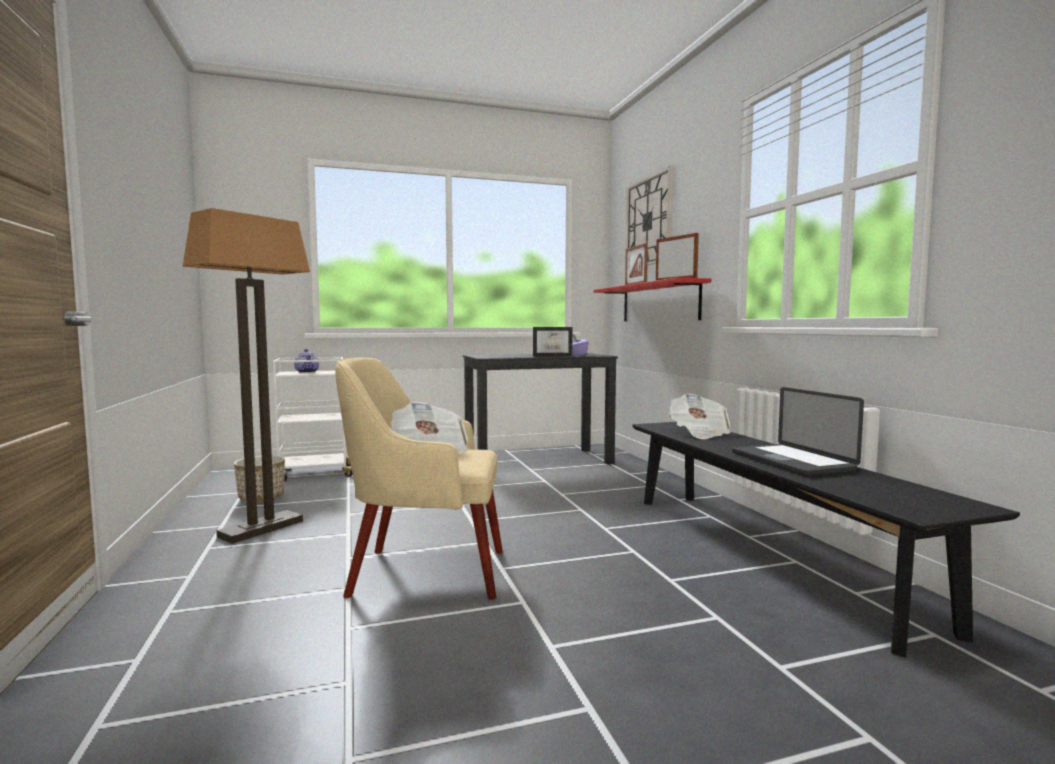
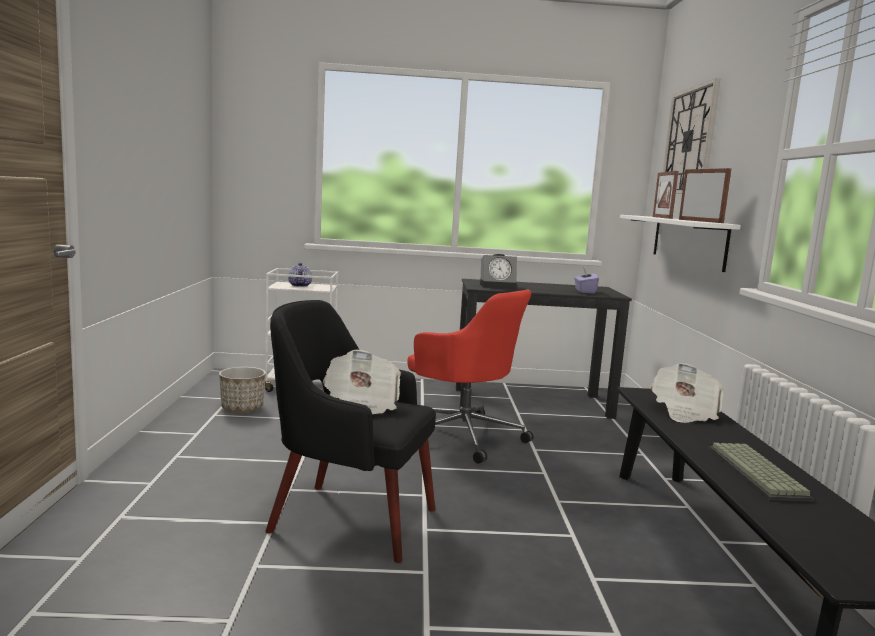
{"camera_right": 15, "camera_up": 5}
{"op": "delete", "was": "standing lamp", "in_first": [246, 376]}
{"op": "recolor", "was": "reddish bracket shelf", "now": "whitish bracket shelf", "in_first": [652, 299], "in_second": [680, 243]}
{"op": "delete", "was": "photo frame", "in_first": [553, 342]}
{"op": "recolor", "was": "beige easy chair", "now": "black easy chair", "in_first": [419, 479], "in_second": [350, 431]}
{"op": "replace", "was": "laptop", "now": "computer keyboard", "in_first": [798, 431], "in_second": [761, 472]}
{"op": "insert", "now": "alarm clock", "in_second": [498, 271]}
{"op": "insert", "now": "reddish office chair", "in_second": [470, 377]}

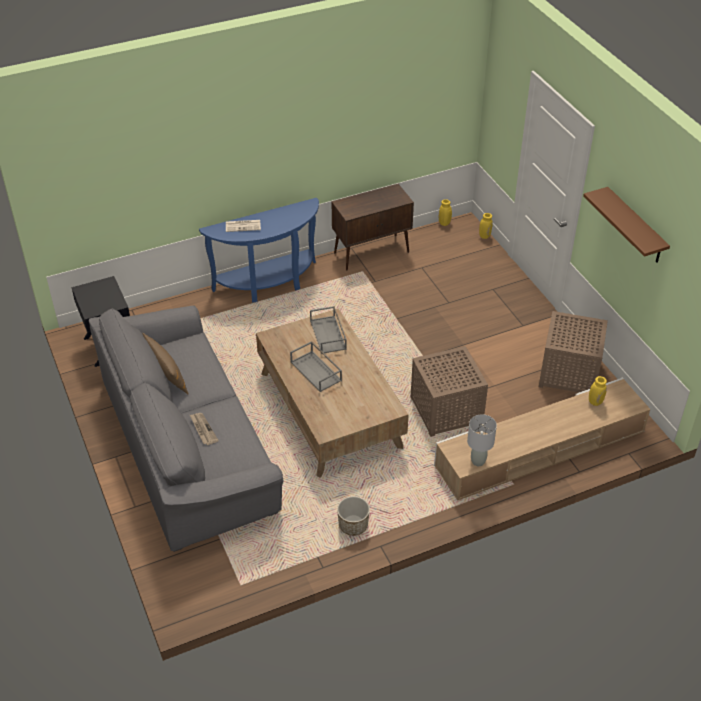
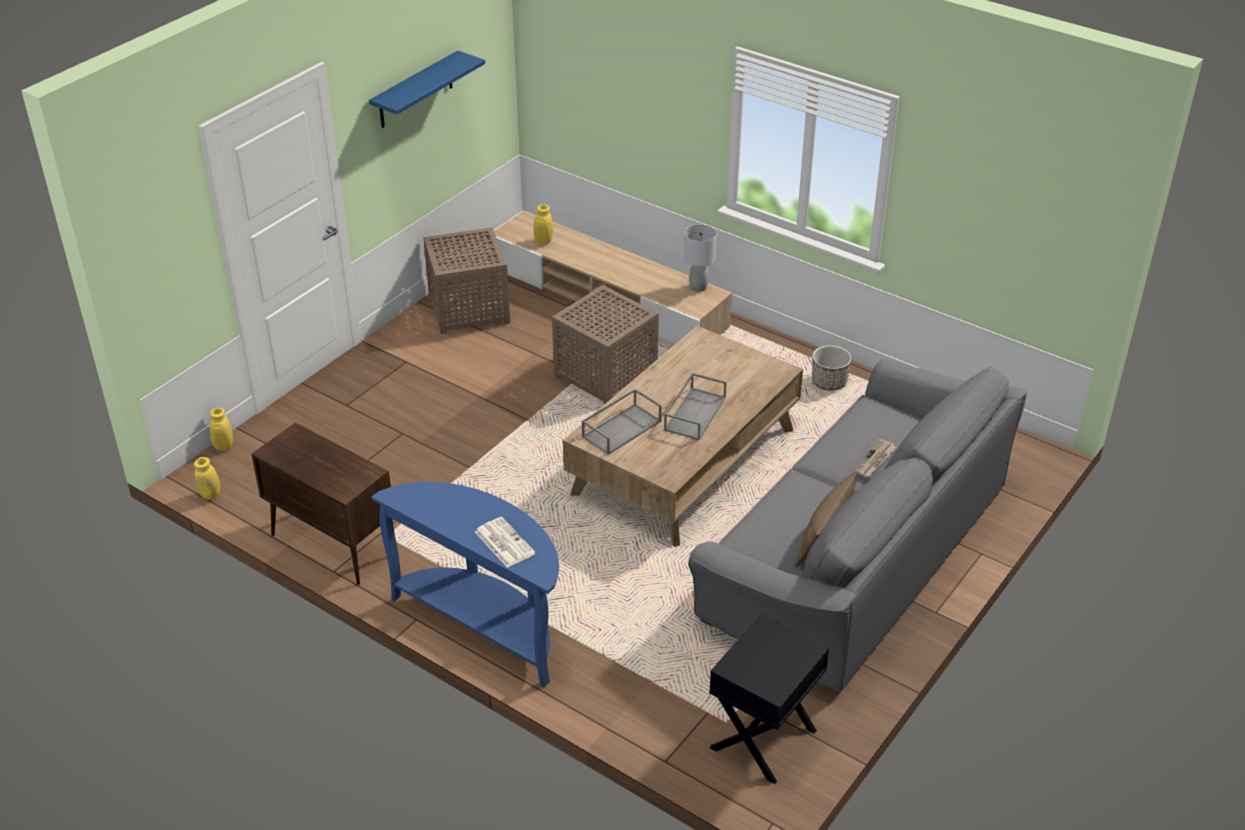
{"camera_right": -120, "camera_up": -5}
{"op": "recolor", "was": "brown-coloured bracket shelf", "now": "blue-coloured bracket shelf", "in_first": [626, 225], "in_second": [427, 89]}

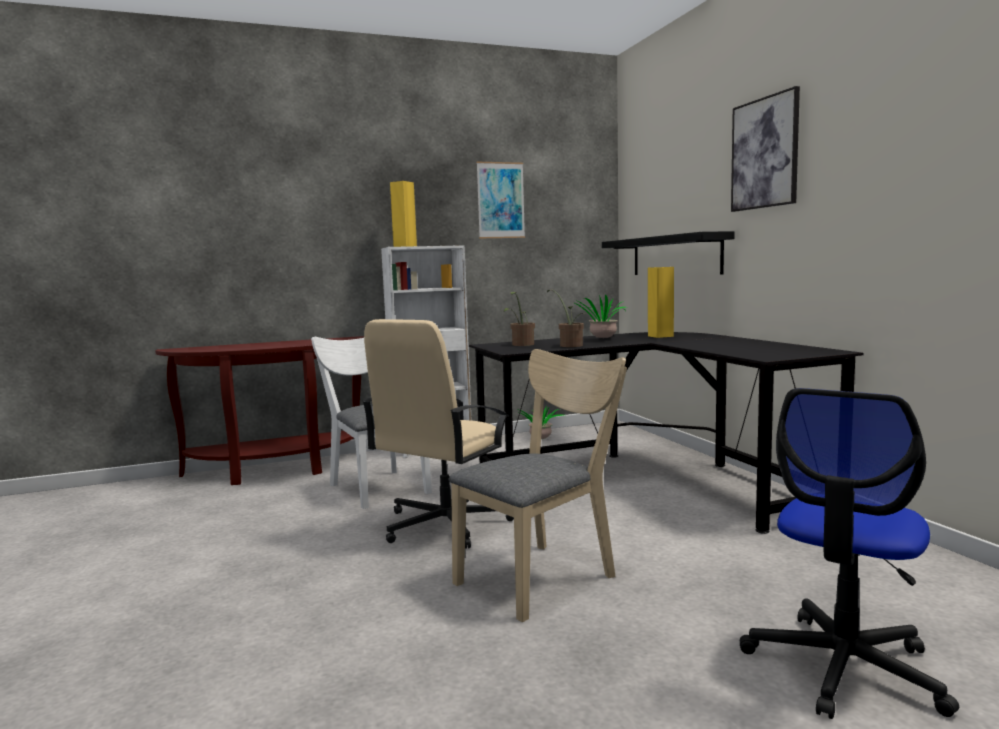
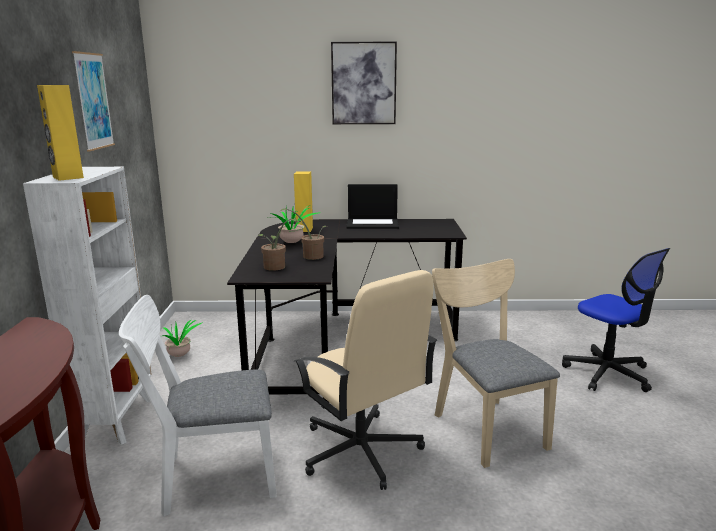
{"camera_right": -70, "camera_up": 10}
{"op": "delete", "was": "black bracket shelf", "in_first": [668, 253]}
{"op": "insert", "now": "laptop", "in_second": [372, 206]}

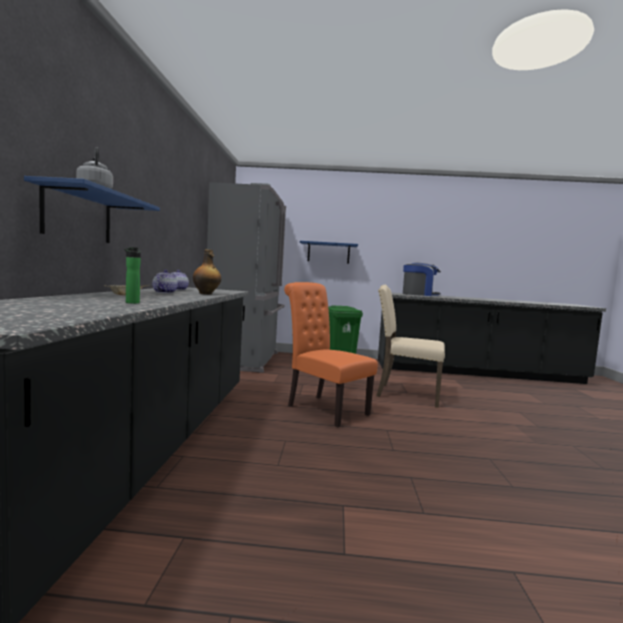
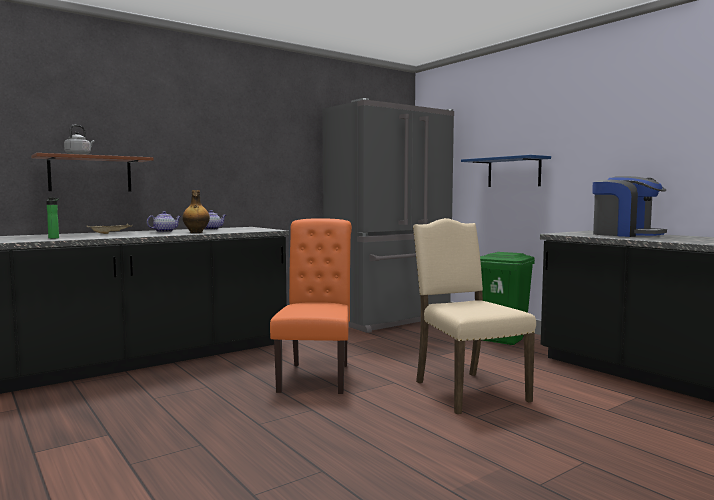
{"camera_right": 50, "camera_up": 0}
{"op": "recolor", "was": "blue-coloured bracket shelf", "now": "brown-coloured bracket shelf", "in_first": [92, 209], "in_second": [92, 172]}

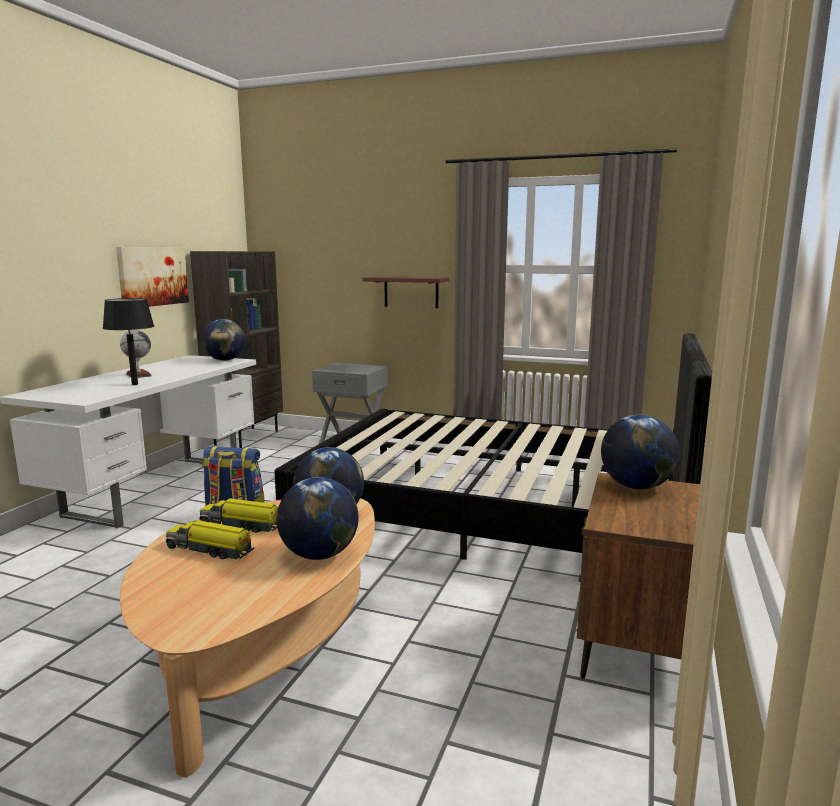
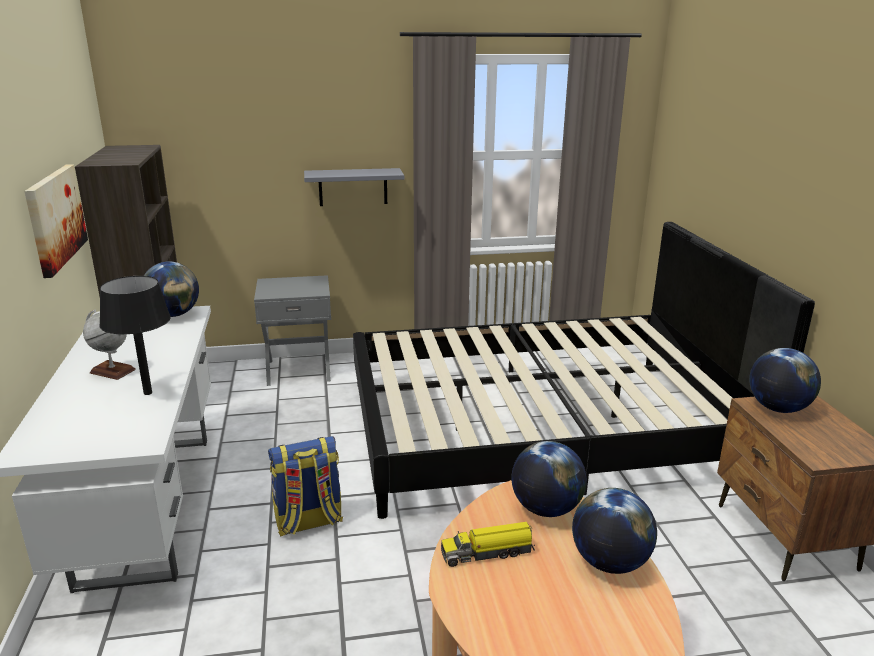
{"camera_right": -30, "camera_up": 10}
{"op": "recolor", "was": "brown-coloured bracket shelf", "now": "grey bracket shelf", "in_first": [406, 292], "in_second": [354, 187]}
{"op": "delete", "was": "toy truck", "in_first": [210, 539]}

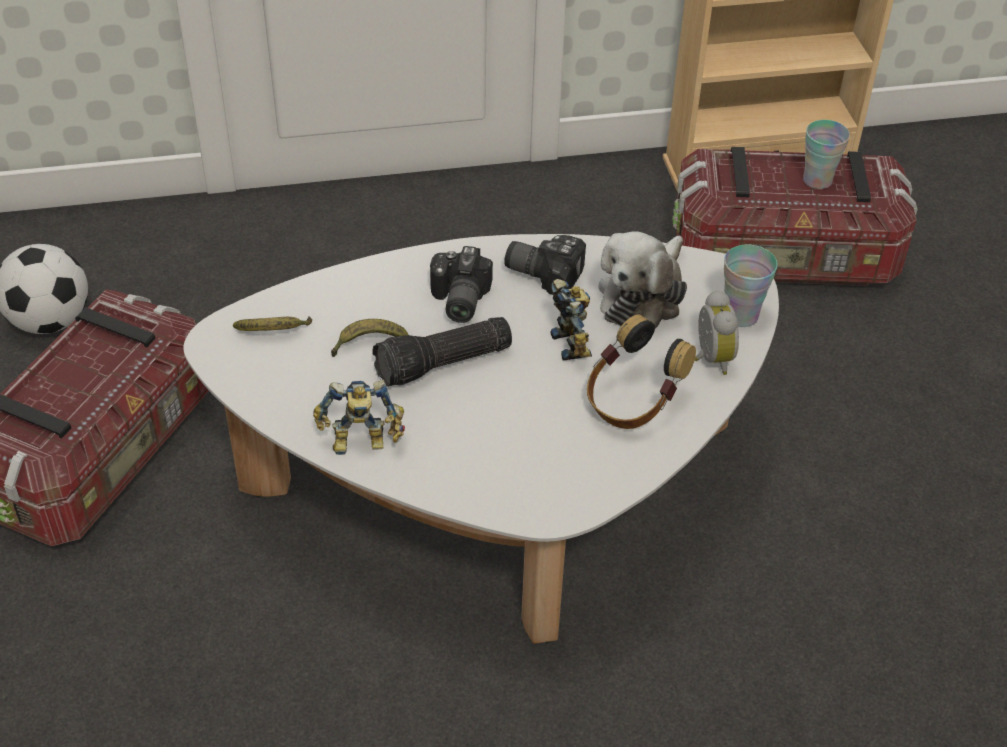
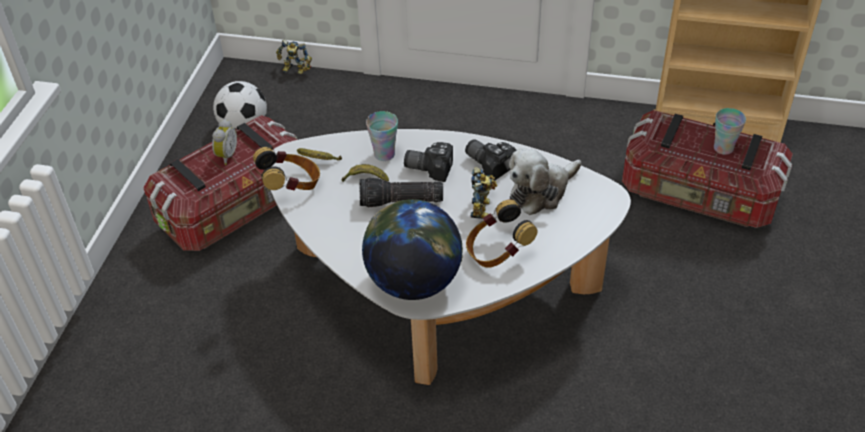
{"camera_right": 25, "camera_up": 0}
{"op": "move", "was": "small cup", "in_first": [751, 286], "in_second": [382, 136]}
{"op": "rotate", "was": "photo camera", "in_first": [461, 284], "in_second": [428, 162], "clockwise": 75}
{"op": "move", "was": "alarm clock", "in_first": [717, 332], "in_second": [224, 142]}
{"op": "move", "was": "model robot", "in_first": [359, 417], "in_second": [294, 57]}
{"op": "insert", "now": "pair of headphones", "in_second": [286, 169]}
{"op": "insert", "now": "desk globe", "in_second": [412, 249]}

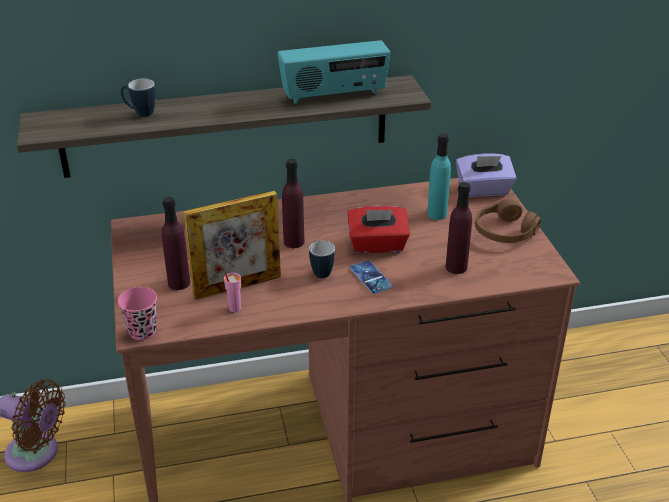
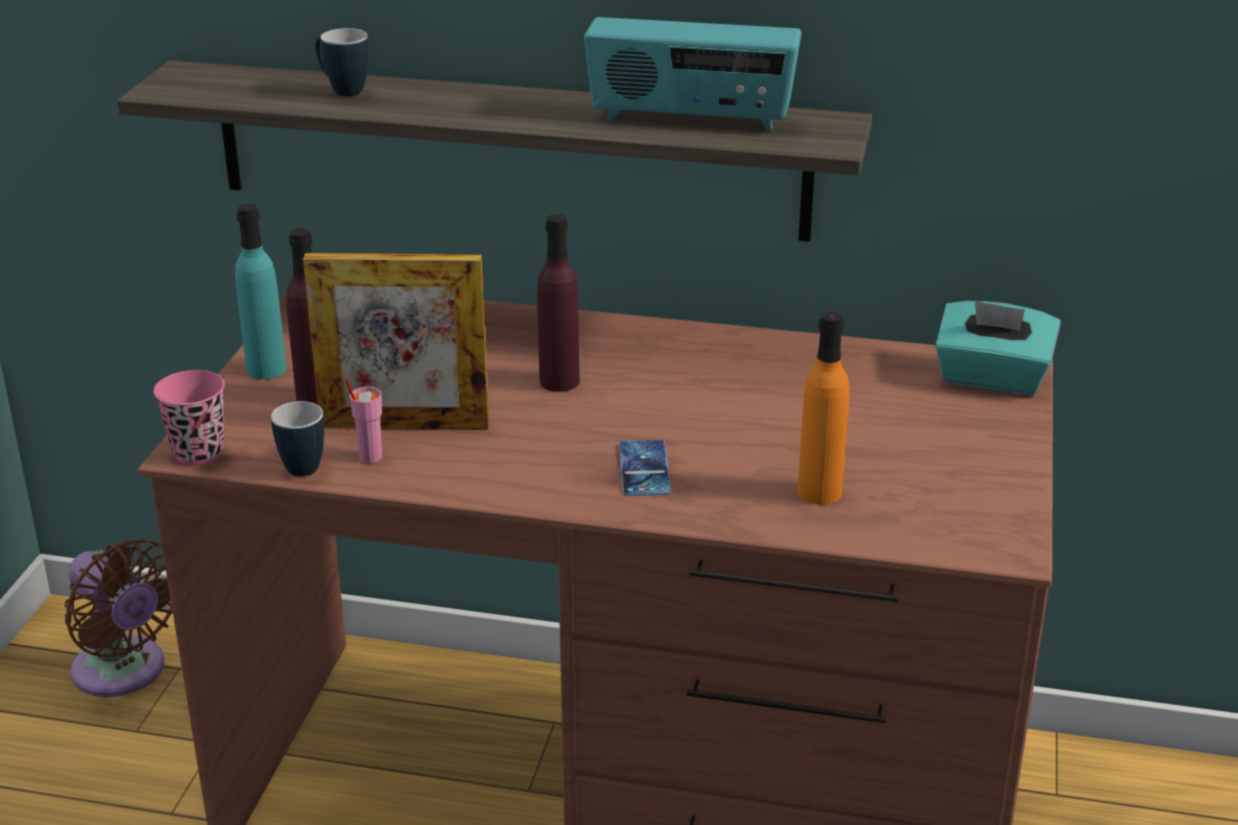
{"camera_right": 25, "camera_up": -5}
{"op": "move", "was": "blue-green bottle", "in_first": [439, 176], "in_second": [260, 292]}
{"op": "recolor", "was": "purplish box of tissues", "now": "blue-green box of tissues", "in_first": [486, 175], "in_second": [997, 347]}
{"op": "recolor", "was": "purplish bottle", "now": "orange bottle", "in_first": [459, 228], "in_second": [823, 408]}
{"op": "delete", "was": "brown-coloured pair of headphones", "in_first": [508, 221]}
{"op": "delete", "was": "reddish box of tissues", "in_first": [378, 229]}
{"op": "move", "was": "tea mug", "in_first": [322, 259], "in_second": [297, 438]}

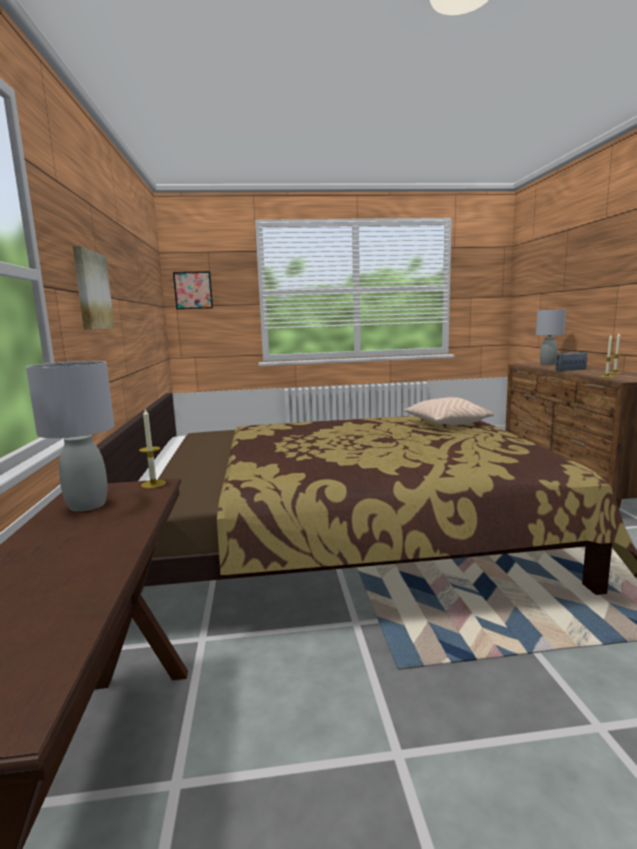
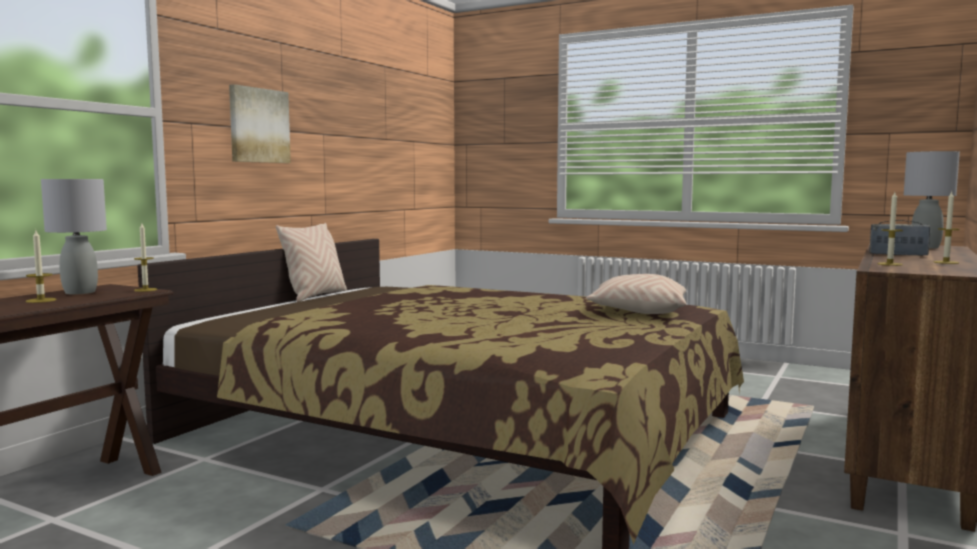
{"camera_right": 35, "camera_up": -5}
{"op": "delete", "was": "wall picture", "in_first": [193, 290]}
{"op": "insert", "now": "beige throw pillow", "in_second": [311, 262]}
{"op": "insert", "now": "wax light", "in_second": [41, 266]}

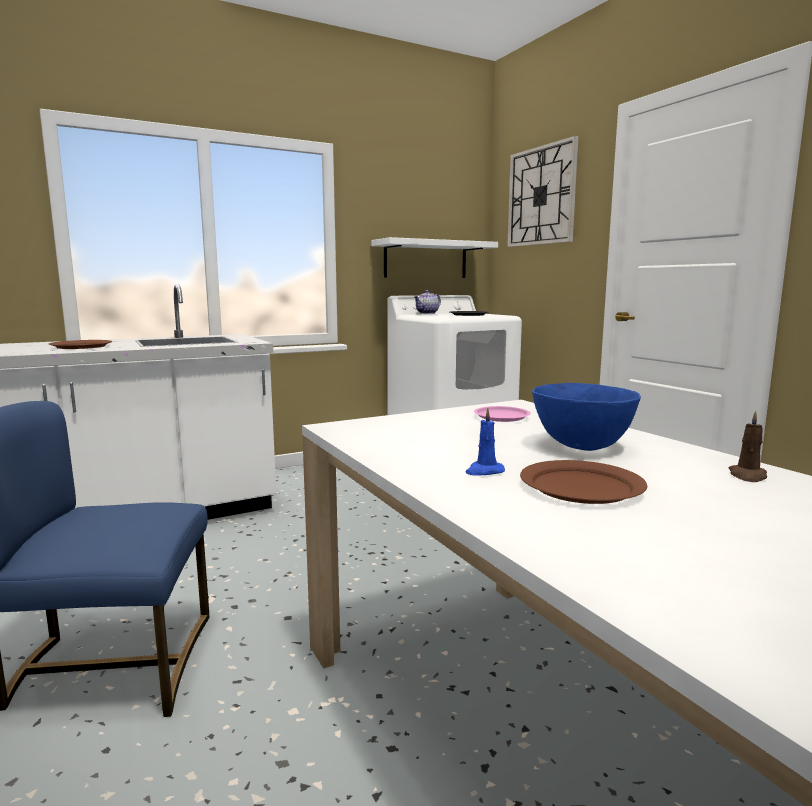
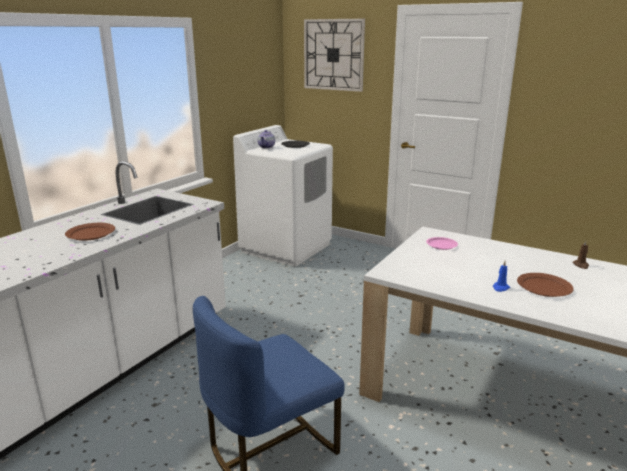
{"camera_right": -30, "camera_up": 10}
{"op": "delete", "was": "whitish bracket shelf", "in_first": [434, 257]}
{"op": "delete", "was": "blue-coloured serving bowl", "in_first": [586, 417]}

